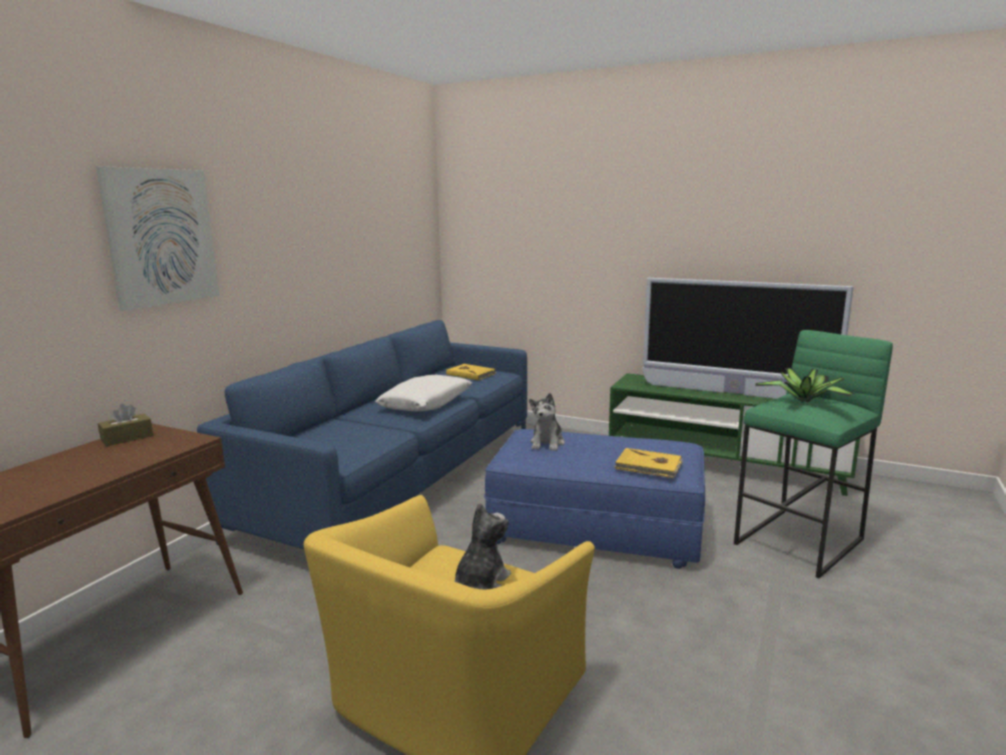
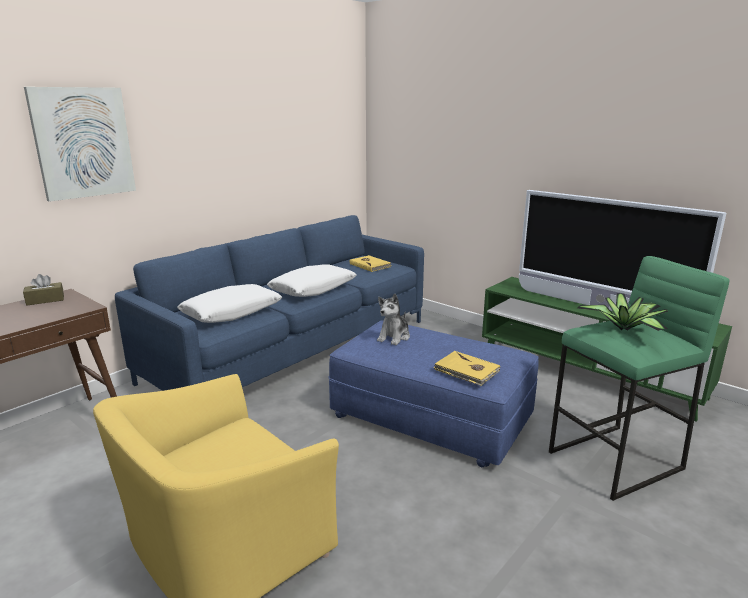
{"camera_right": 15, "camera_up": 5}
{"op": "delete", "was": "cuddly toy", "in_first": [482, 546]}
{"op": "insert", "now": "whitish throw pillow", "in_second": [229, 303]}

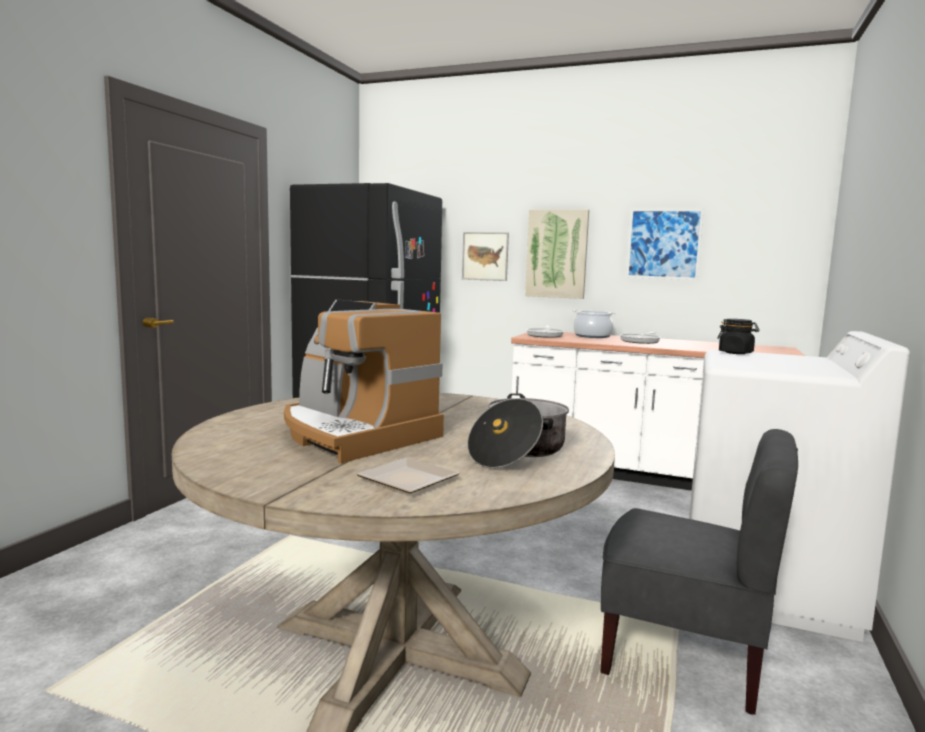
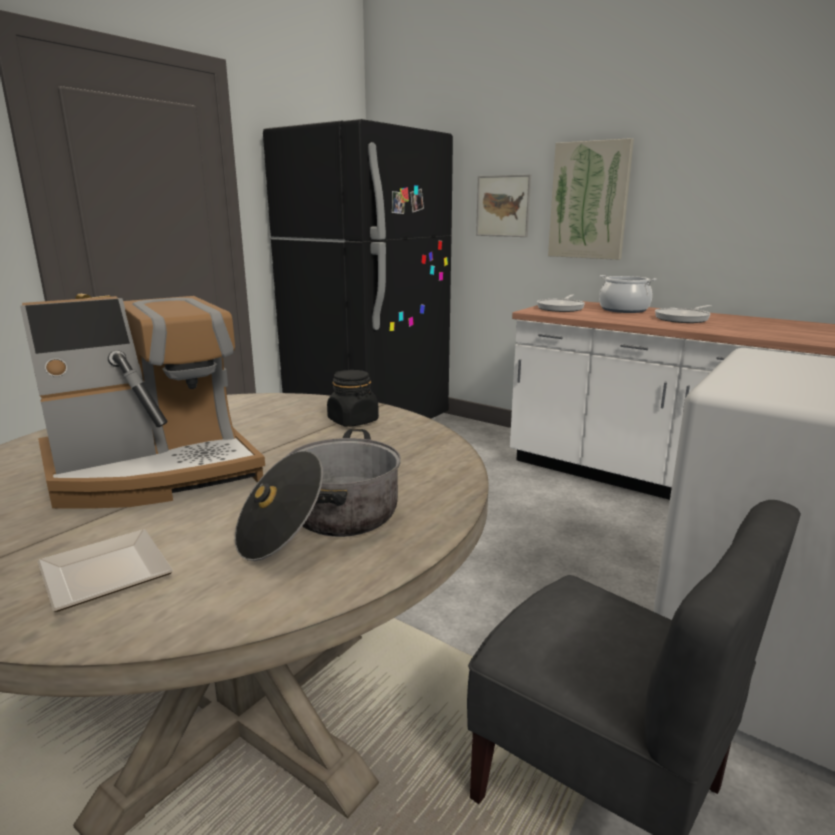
{"camera_right": 15, "camera_up": 10}
{"op": "delete", "was": "wall picture", "in_first": [665, 244]}
{"op": "rotate", "was": "coffee brewer", "in_first": [364, 381], "in_second": [142, 402], "clockwise": -90}
{"op": "move", "was": "black jar", "in_first": [739, 336], "in_second": [353, 398]}

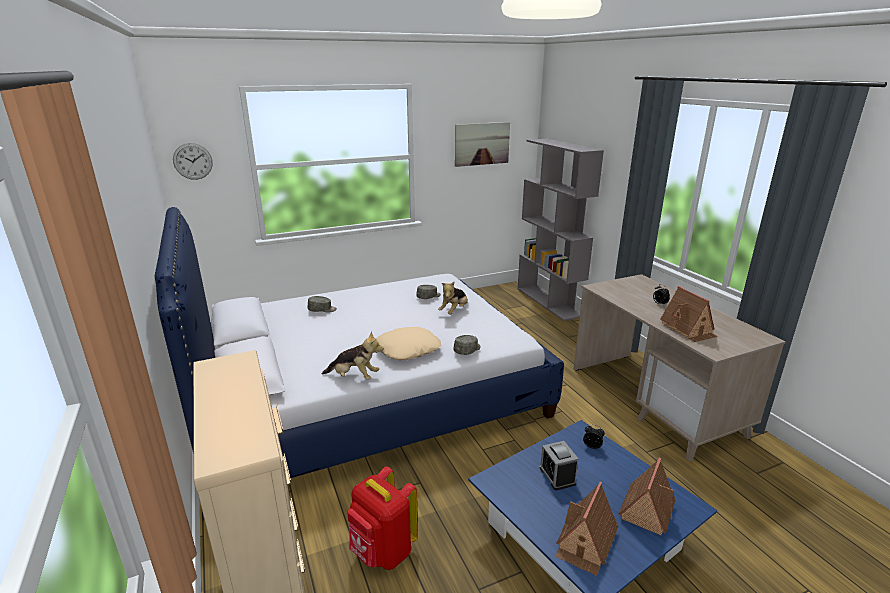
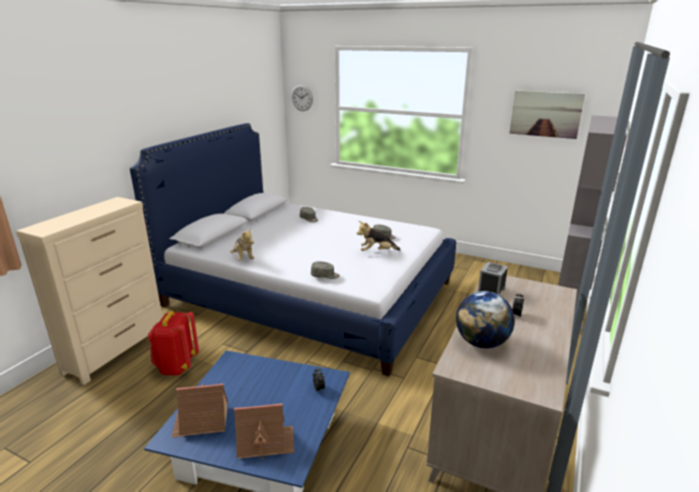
{"camera_right": 50, "camera_up": 0}
{"op": "replace", "was": "toy house", "now": "desk globe", "in_first": [689, 314], "in_second": [485, 319]}
{"op": "delete", "was": "beige throw pillow", "in_first": [409, 343]}
{"op": "move", "was": "alarm clock", "in_first": [559, 465], "in_second": [493, 278]}

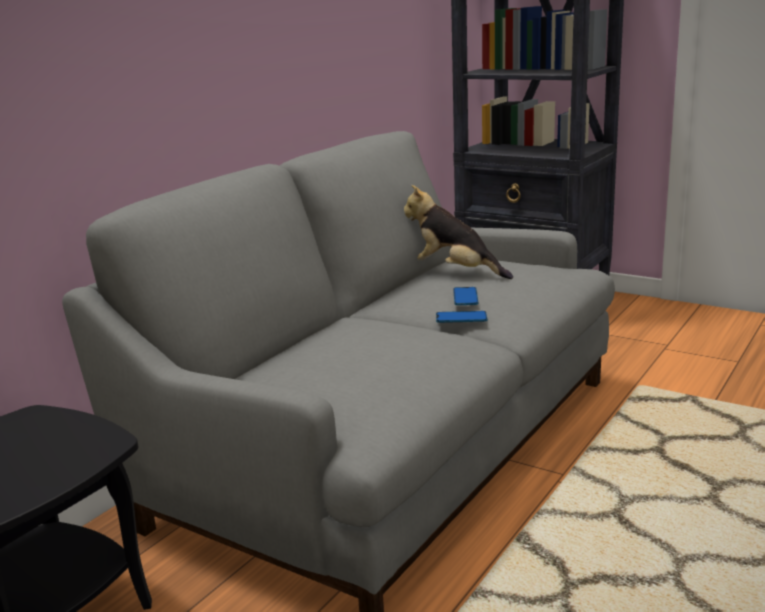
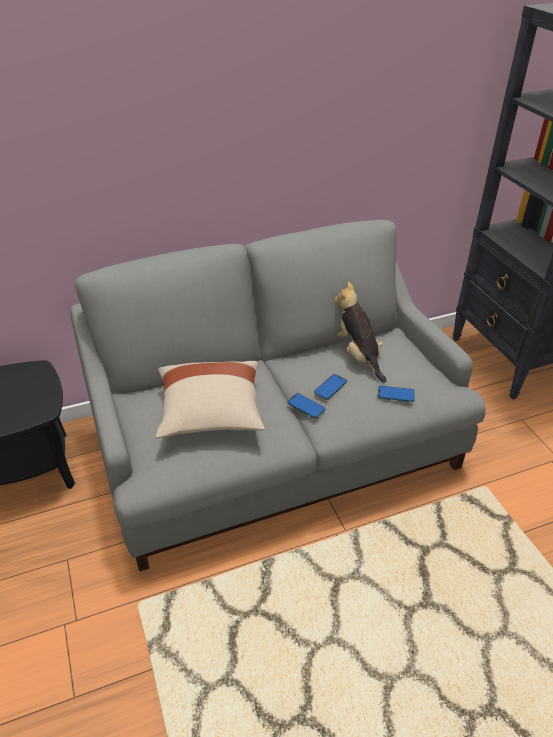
{"camera_right": 35, "camera_up": 20}
{"op": "insert", "now": "beige throw pillow", "in_second": [210, 399]}
{"op": "insert", "now": "handset", "in_second": [396, 394]}

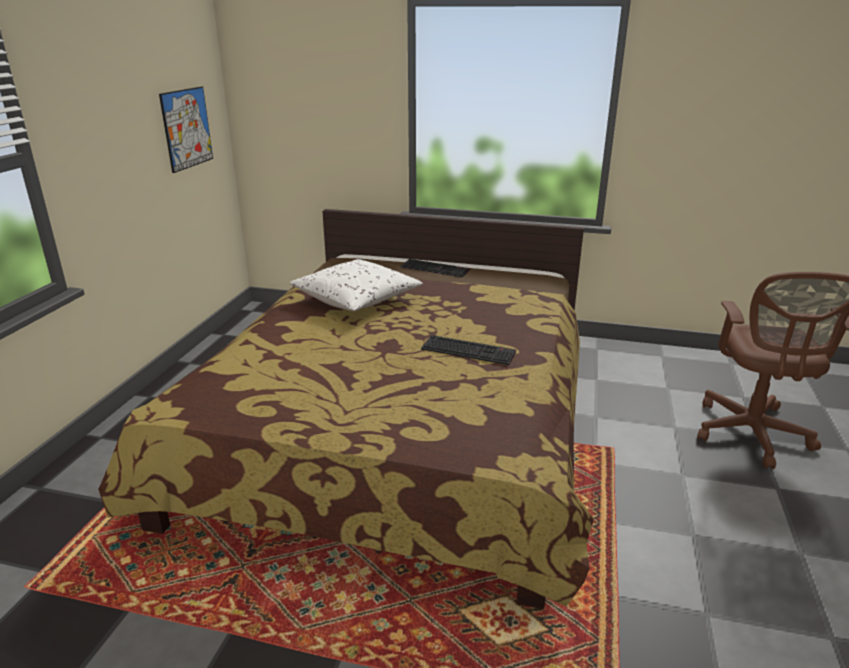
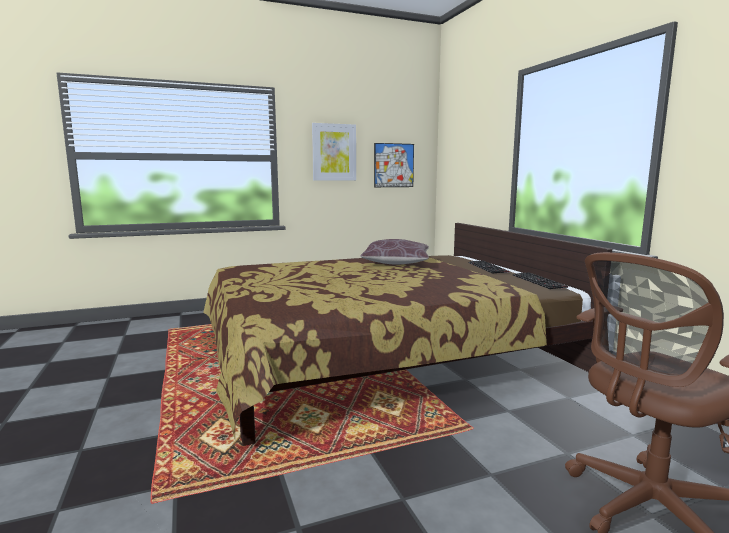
{"camera_right": 55, "camera_up": -15}
{"op": "recolor", "was": "whitish throw pillow", "now": "brown-coloured throw pillow", "in_first": [356, 285], "in_second": [394, 251]}
{"op": "move", "was": "computer keyboard", "in_first": [468, 350], "in_second": [540, 280]}
{"op": "insert", "now": "wall picture", "in_second": [334, 152]}

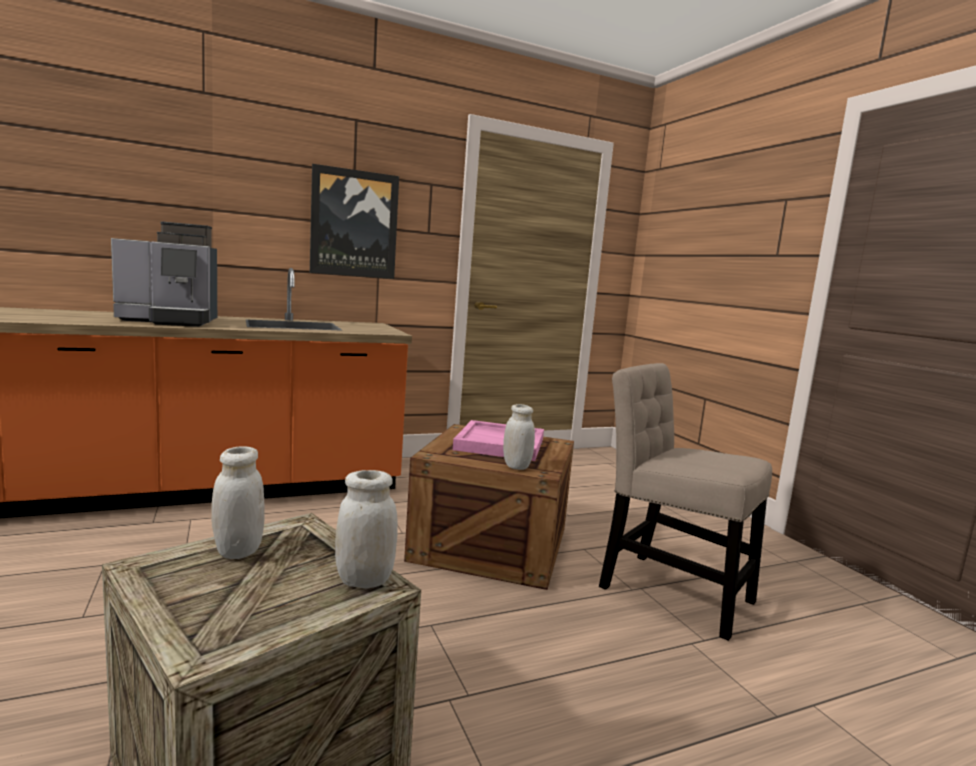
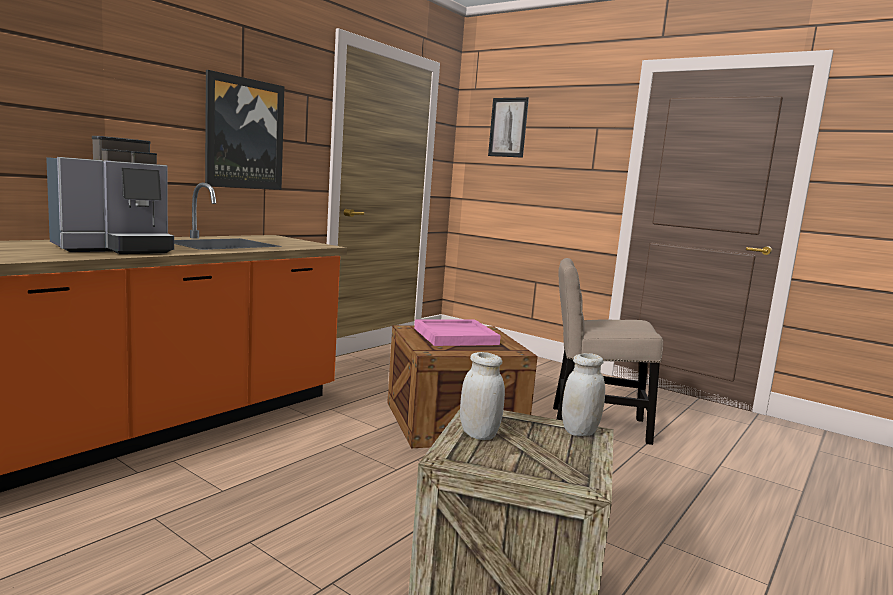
{"camera_right": -30, "camera_up": 0}
{"op": "delete", "was": "whitish jar", "in_first": [519, 437]}
{"op": "insert", "now": "wall picture", "in_second": [508, 127]}

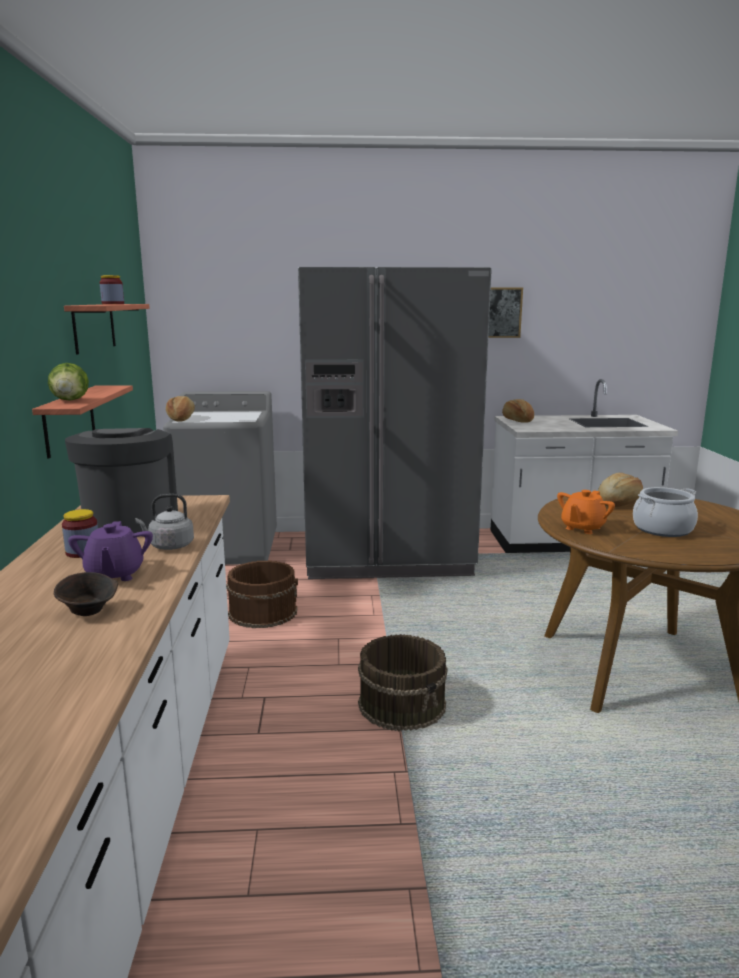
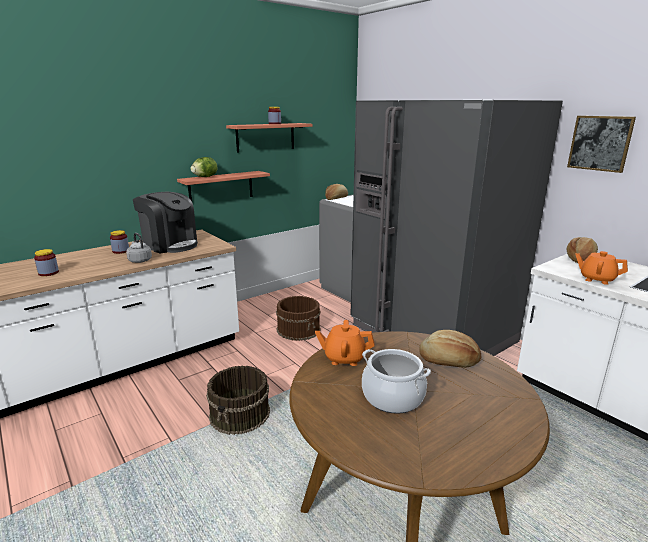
{"camera_right": 55, "camera_up": 5}
{"op": "rotate", "was": "coffee brewer", "in_first": [121, 480], "in_second": [165, 223], "clockwise": 75}
{"op": "delete", "was": "purplish tea pot", "in_first": [110, 551]}
{"op": "replace", "was": "brown-coloured serving bowl", "now": "jar", "in_first": [86, 594], "in_second": [46, 262]}
{"op": "insert", "now": "orange tea pot", "in_second": [601, 268]}

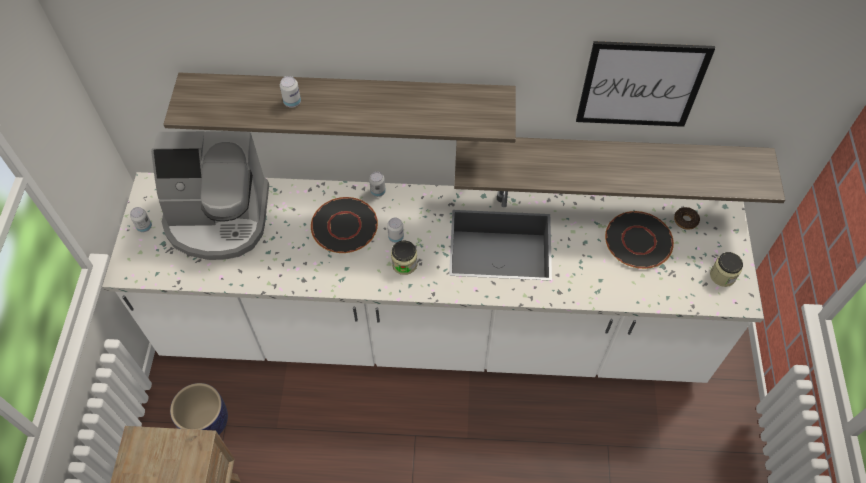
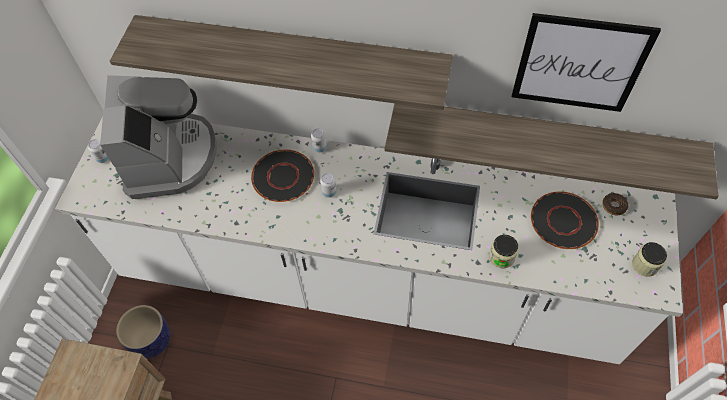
{"camera_right": 10, "camera_up": 0}
{"op": "delete", "was": "sealed can", "in_first": [290, 92]}
{"op": "rotate", "was": "coffee brewer", "in_first": [210, 195], "in_second": [158, 137], "clockwise": -105}
{"op": "move", "was": "jar", "in_first": [404, 258], "in_second": [503, 252]}

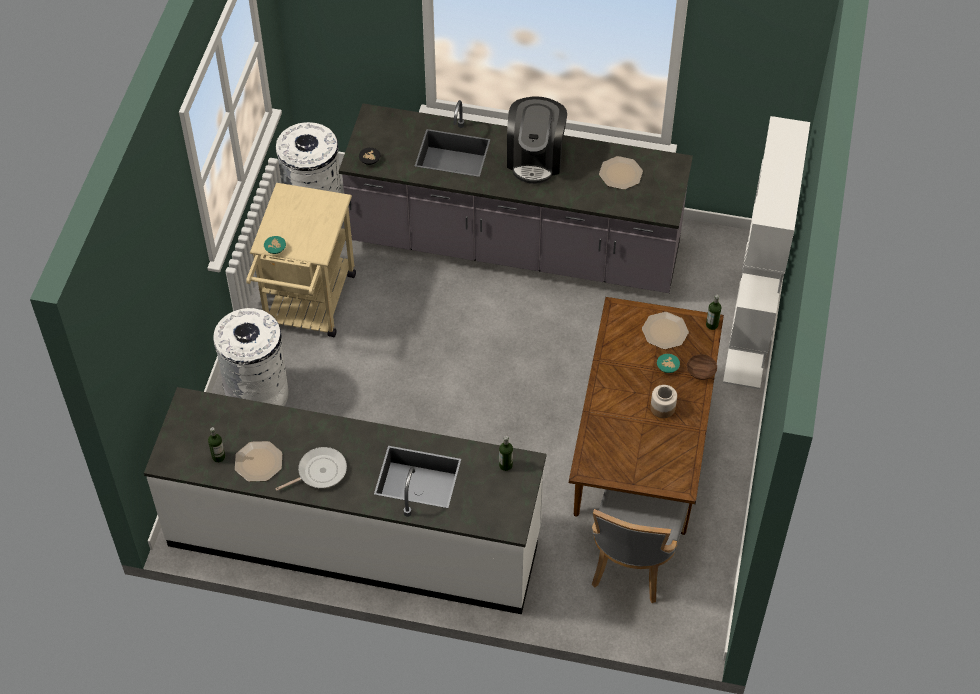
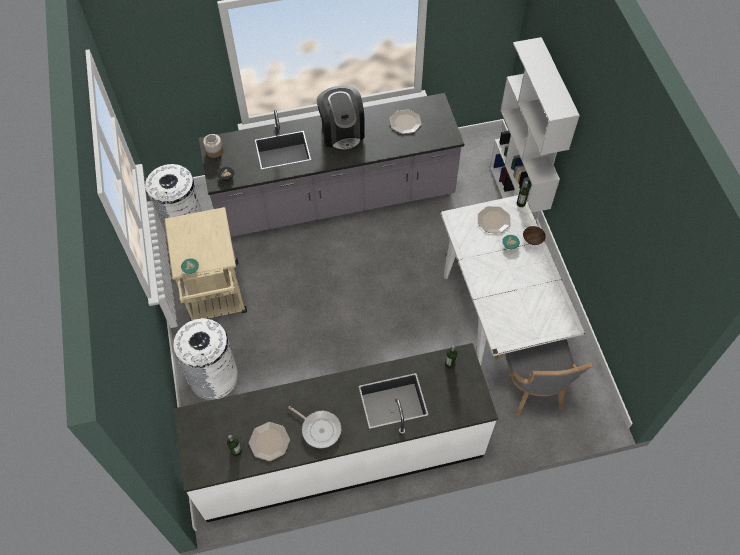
{"camera_right": -25, "camera_up": 5}
{"op": "recolor", "was": "brown-coloured dinner table", "now": "whitish dinner table", "in_first": [646, 416], "in_second": [512, 280]}
{"op": "move", "was": "jar", "in_first": [663, 401], "in_second": [213, 146]}
{"op": "rotate", "was": "skillet", "in_first": [311, 469], "in_second": [314, 427], "clockwise": 90}

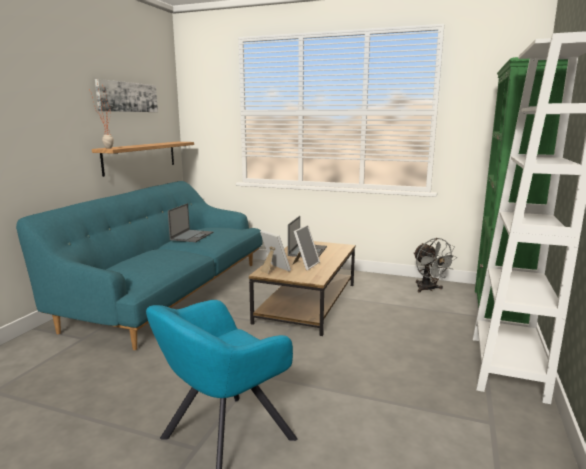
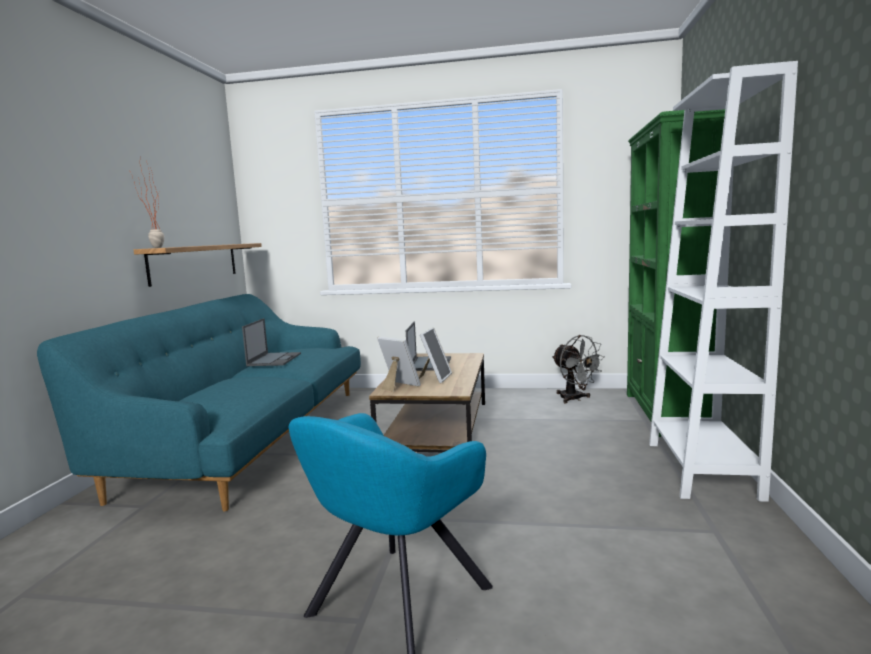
{"camera_right": -10, "camera_up": -5}
{"op": "delete", "was": "wall picture", "in_first": [126, 95]}

